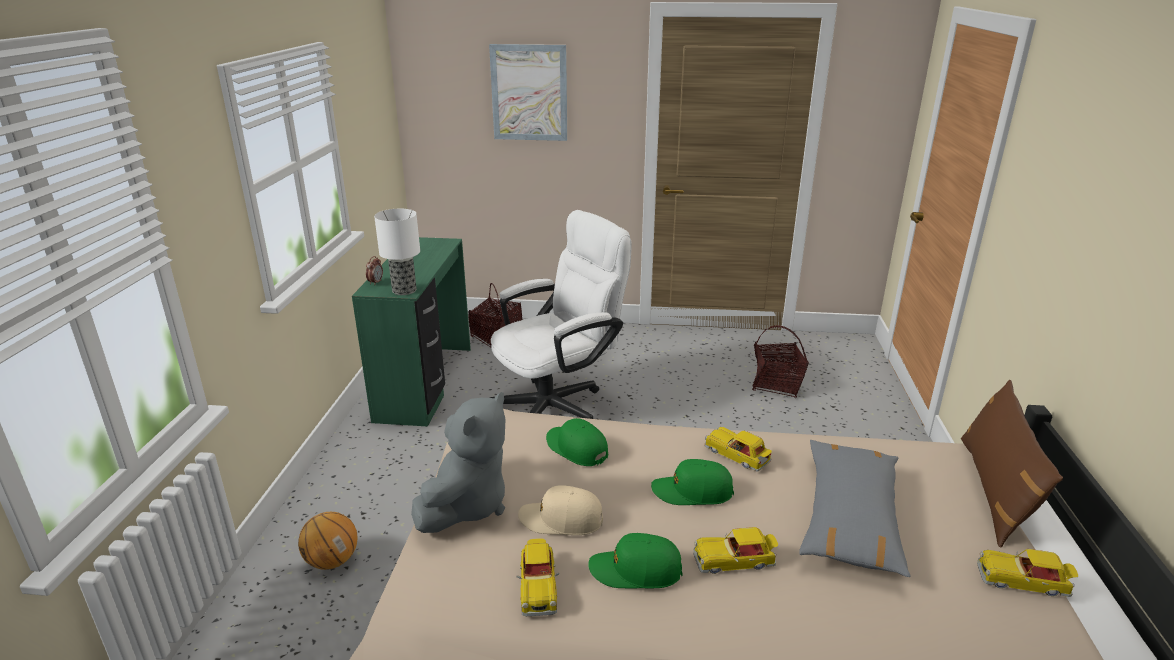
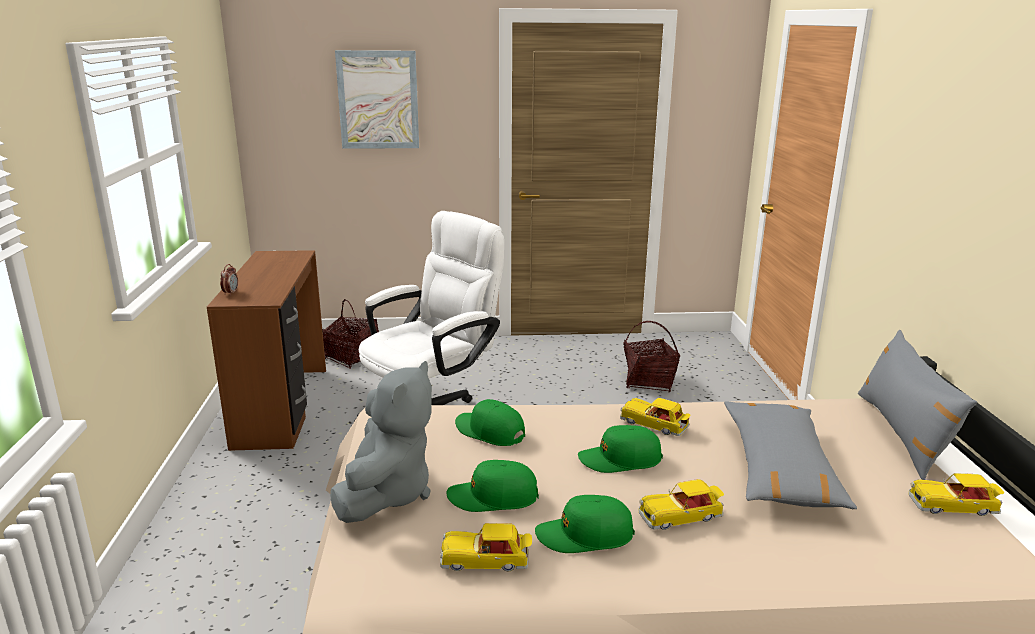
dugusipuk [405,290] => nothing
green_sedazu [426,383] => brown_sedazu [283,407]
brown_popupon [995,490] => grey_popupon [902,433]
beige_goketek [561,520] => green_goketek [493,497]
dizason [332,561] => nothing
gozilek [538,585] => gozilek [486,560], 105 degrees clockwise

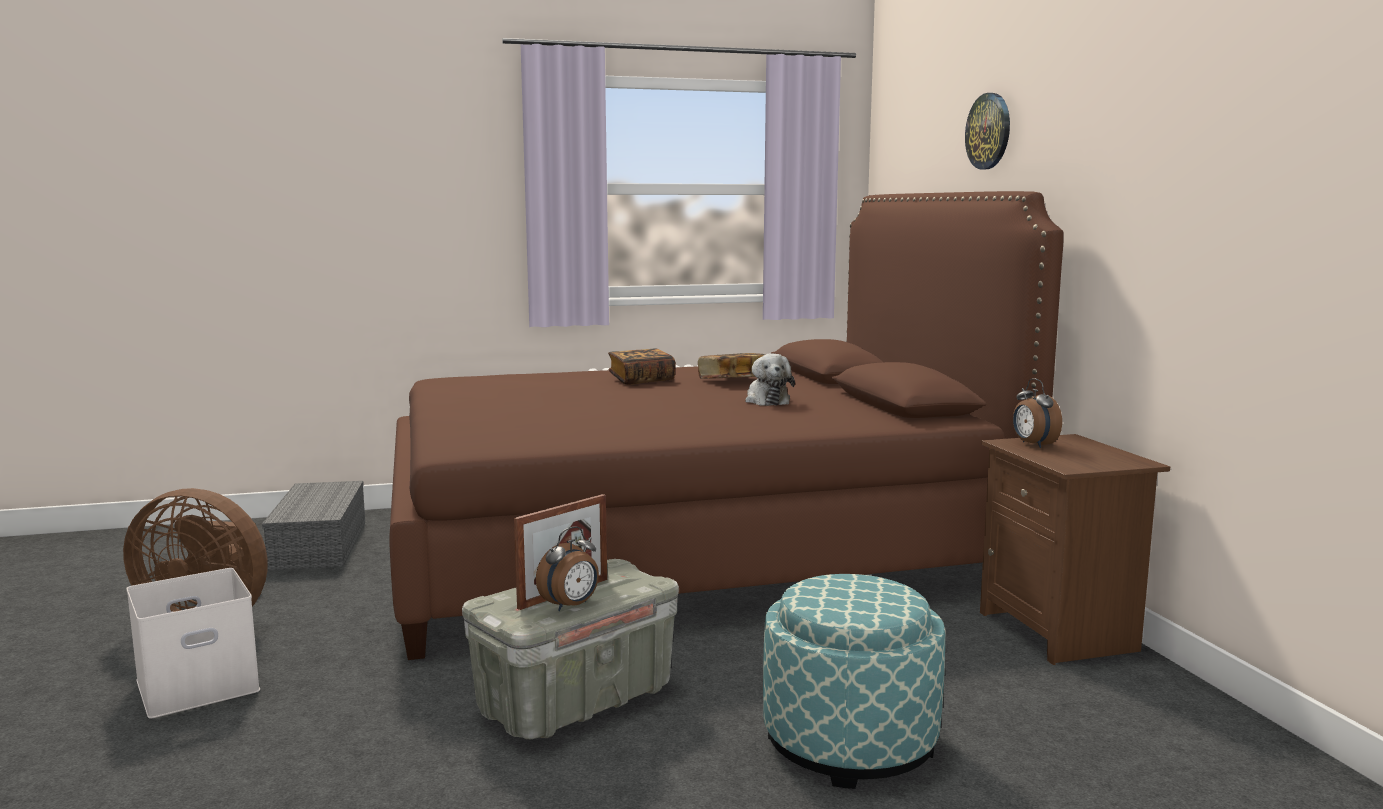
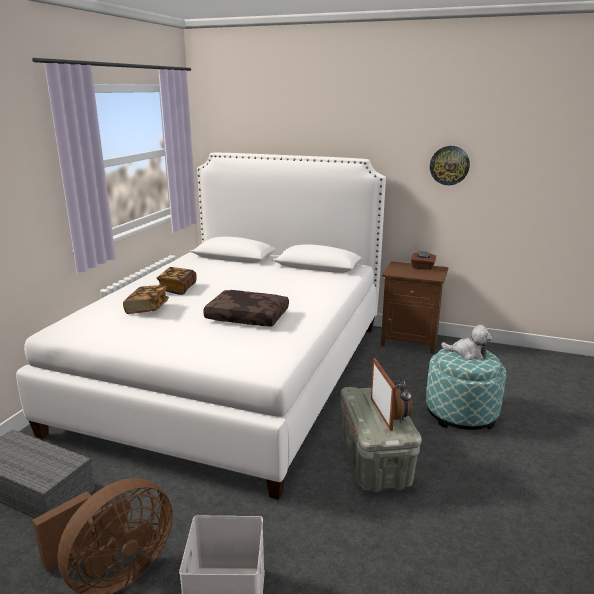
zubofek [989,131] => zubofek [449,165], moved
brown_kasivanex [687,548] => white_kasivanex [234,373]
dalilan [732,381] => dalilan [147,309], moved
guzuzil [766,400] => guzuzil [468,353], moved
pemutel [1033,445] => nothing
nothing => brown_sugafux [422,267]
nothing => brown_popupon [248,316]

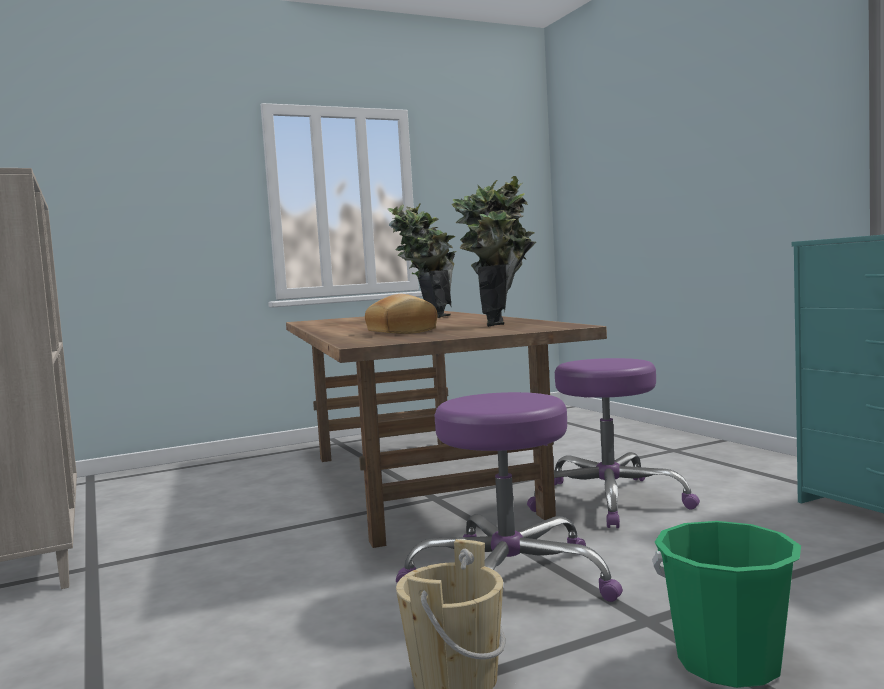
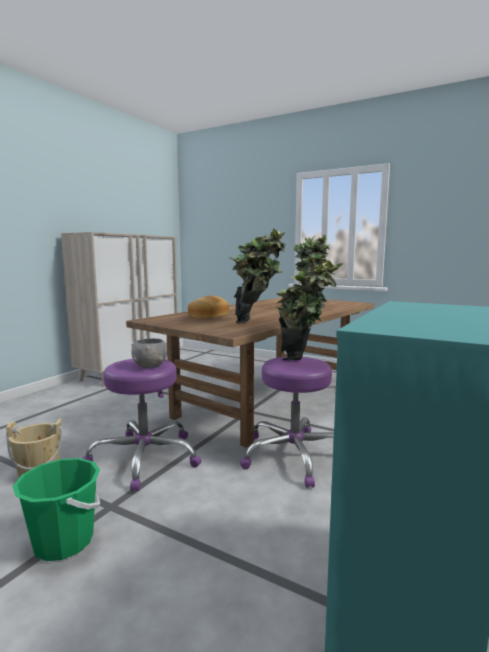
nothing => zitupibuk [305,364]
nothing => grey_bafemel [149,366]

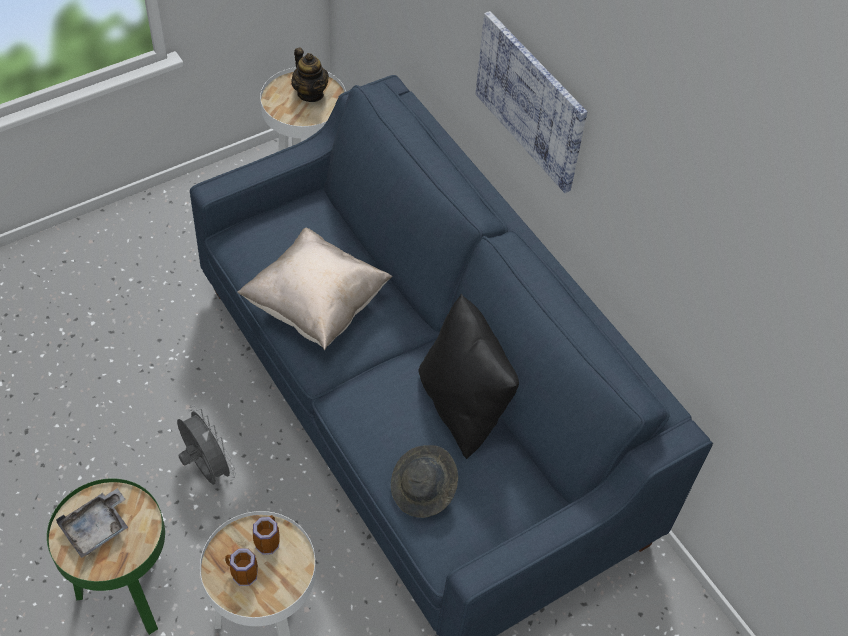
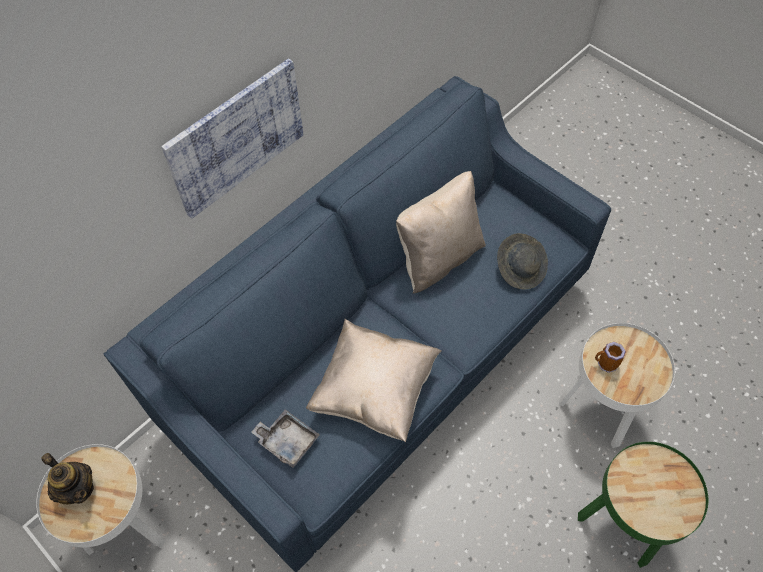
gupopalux [310,93] => gupopalux [78,488], 90 degrees clockwise
black_popupon [463,405] => beige_popupon [438,257]
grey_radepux [206,468] => nothing
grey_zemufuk [97,528] => grey_zemufuk [287,441], moved
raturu [242,575] => nothing

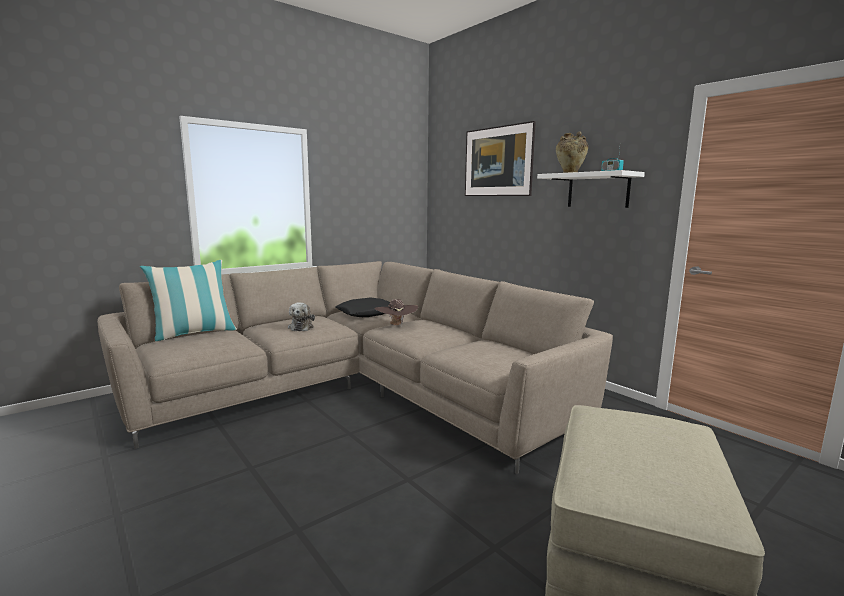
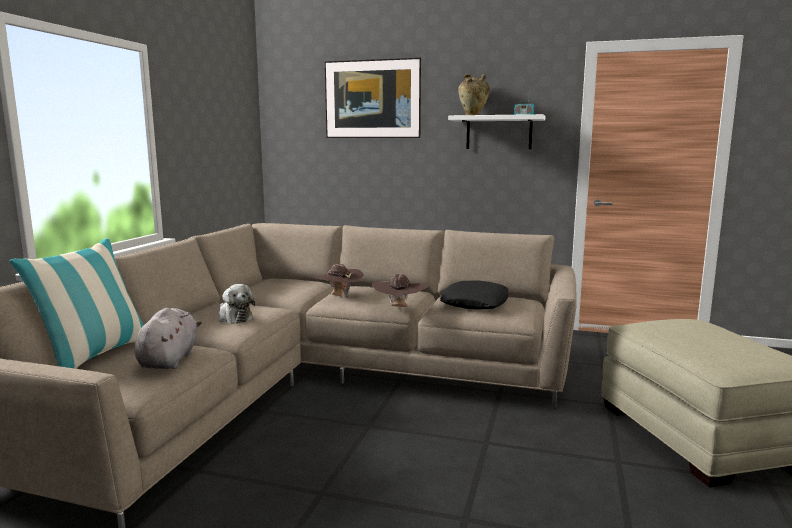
black_popupon [367,313] => black_popupon [475,302], moved
nothing => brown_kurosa [400,308]
nothing => grey_guzuzil [169,360]

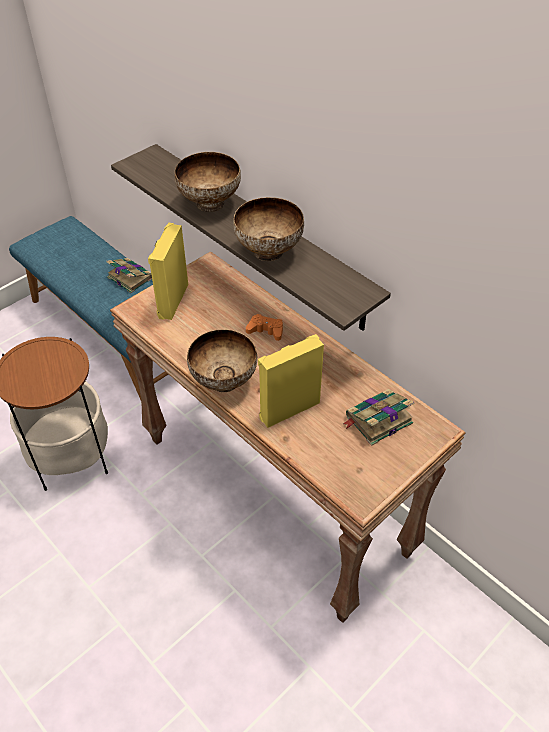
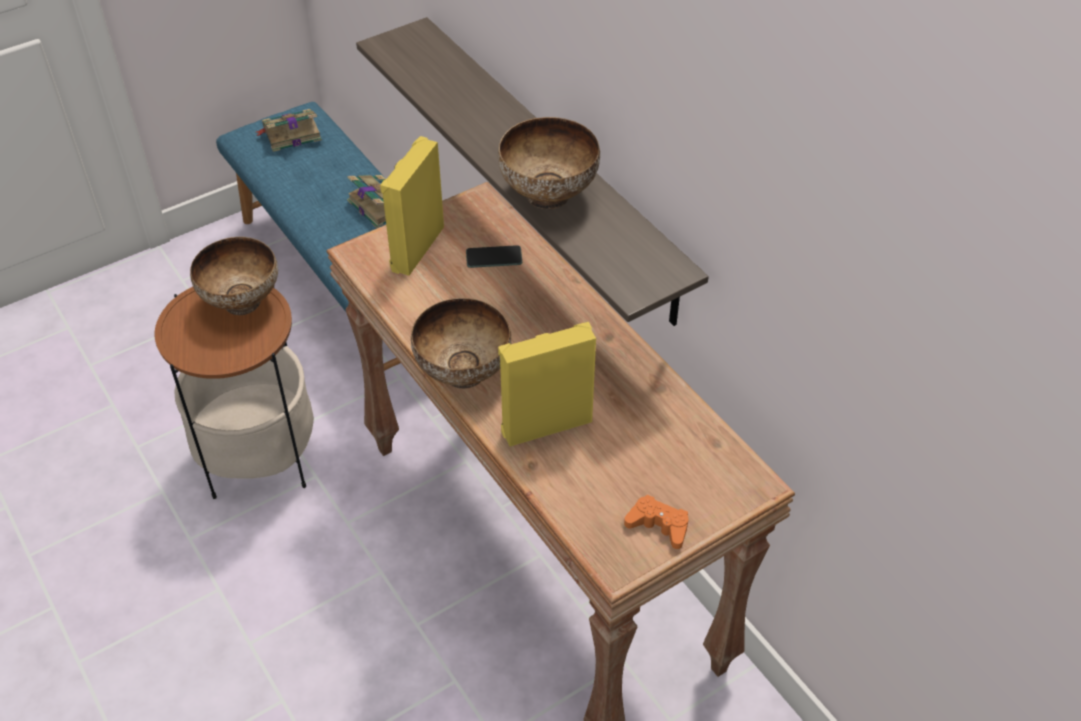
bafemel [210,203] => bafemel [242,301], moved
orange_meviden [266,330] => orange_meviden [658,525], moved
dalilan [377,420] => dalilan [290,134], moved
nothing => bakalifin [494,257]

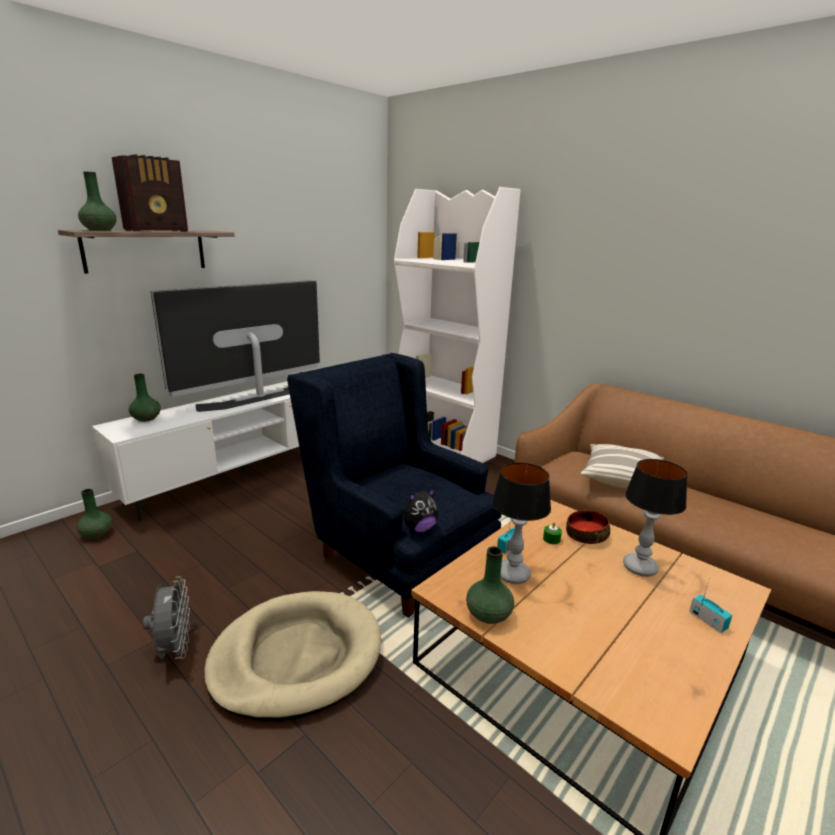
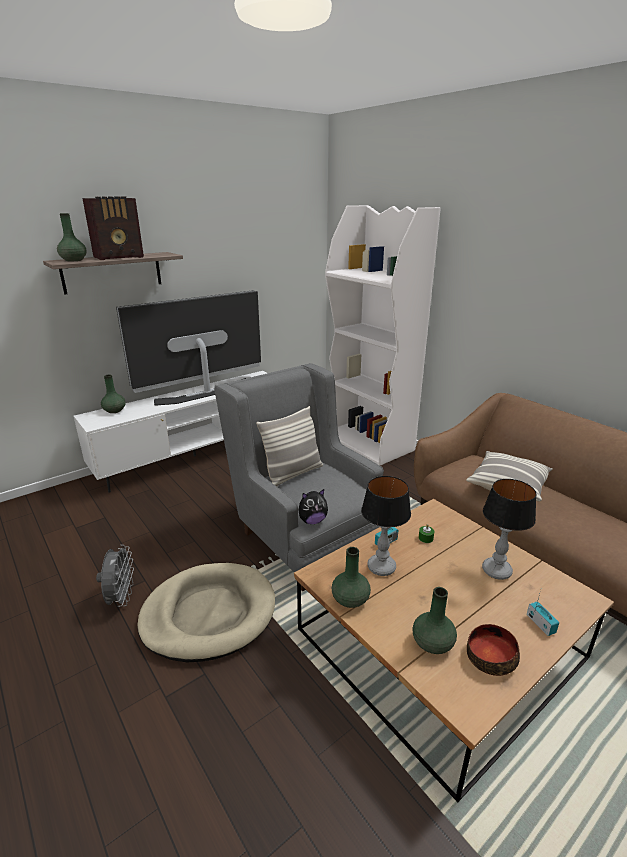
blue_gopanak [396,551] => grey_gopanak [305,533]
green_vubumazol [97,534] => green_vubumazol [433,643], moved
bafemel [586,535] => bafemel [490,657], moved
nothing => popupon [292,474]

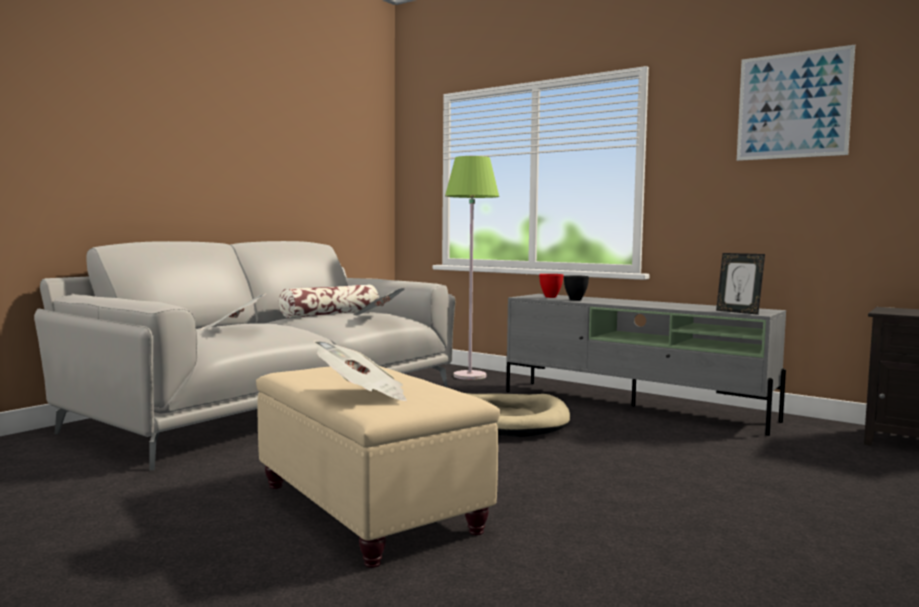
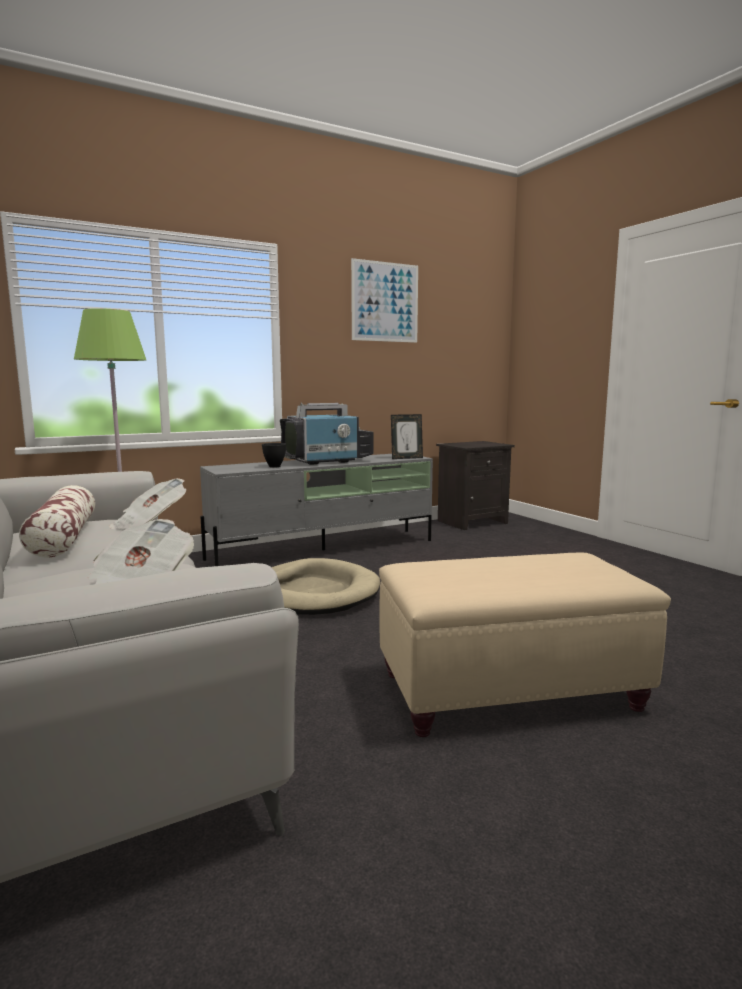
red_bafemel [551,297] => nothing
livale [363,396] => nothing
nothing => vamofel [328,461]

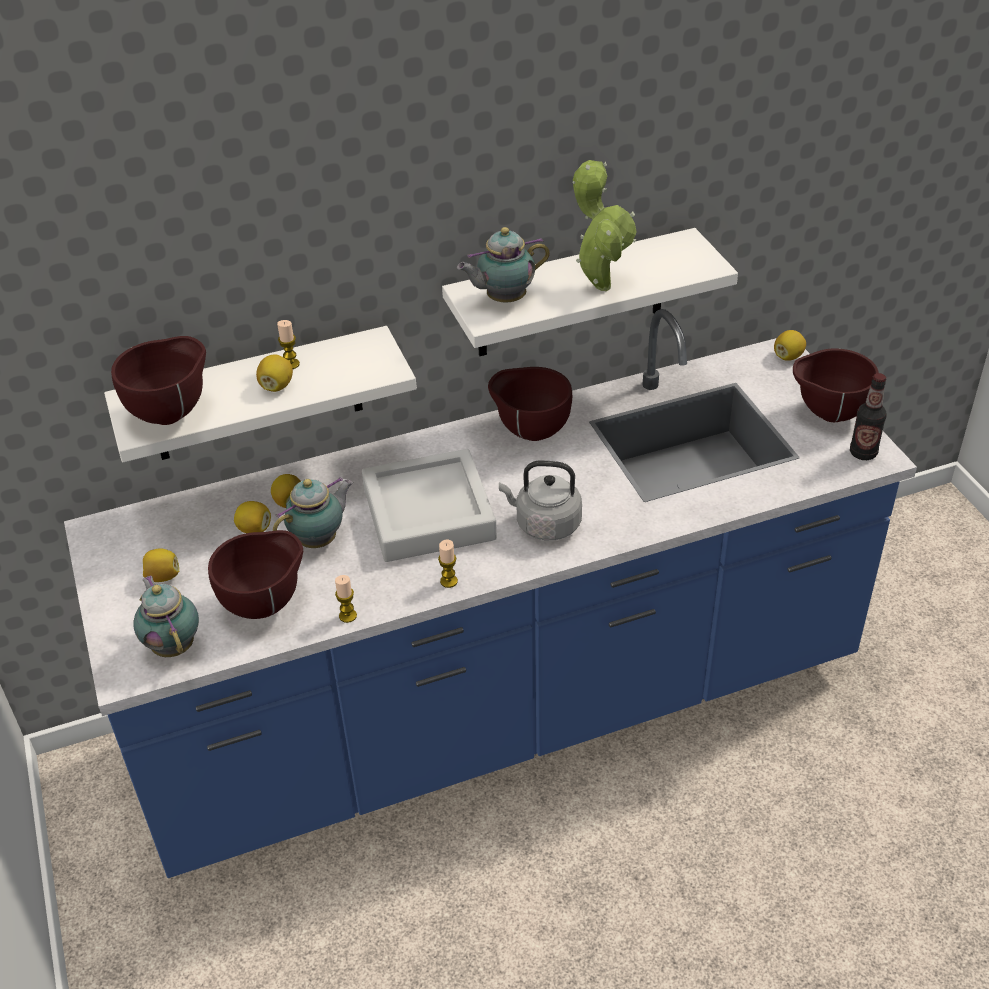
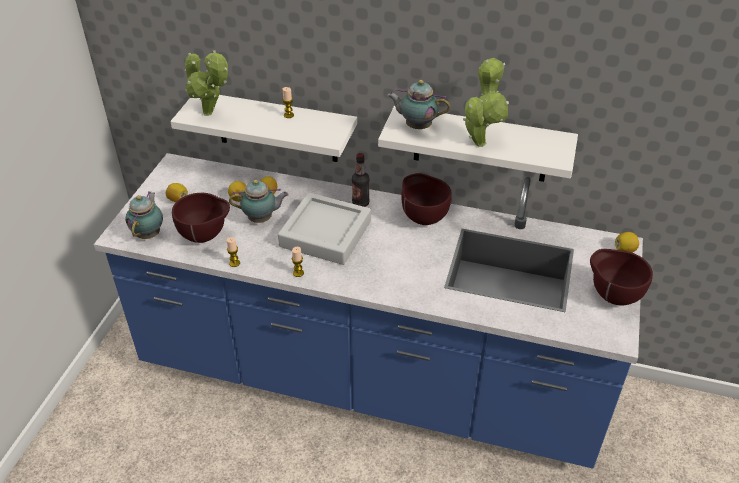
brown_bafemel [172,413] => zitupibuk [210,114]
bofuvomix [276,386] => nothing
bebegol [863,453] => bebegol [360,203], moved
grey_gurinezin [544,524] => nothing

